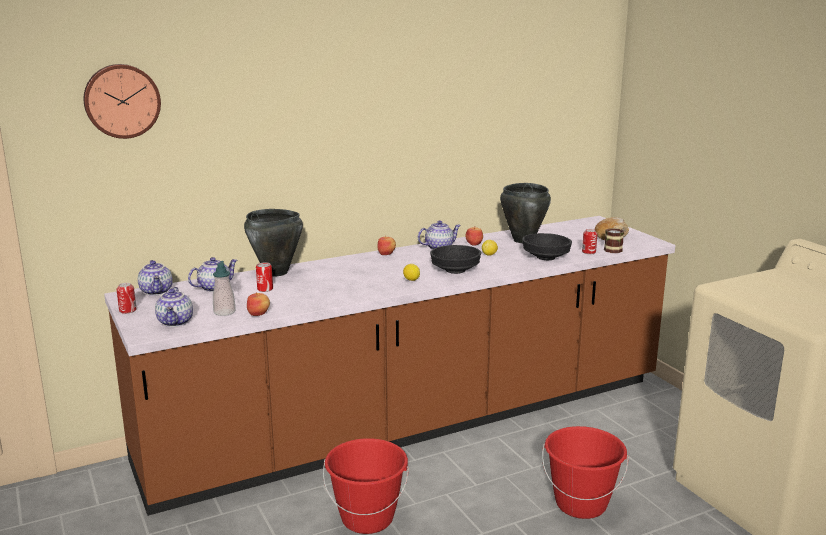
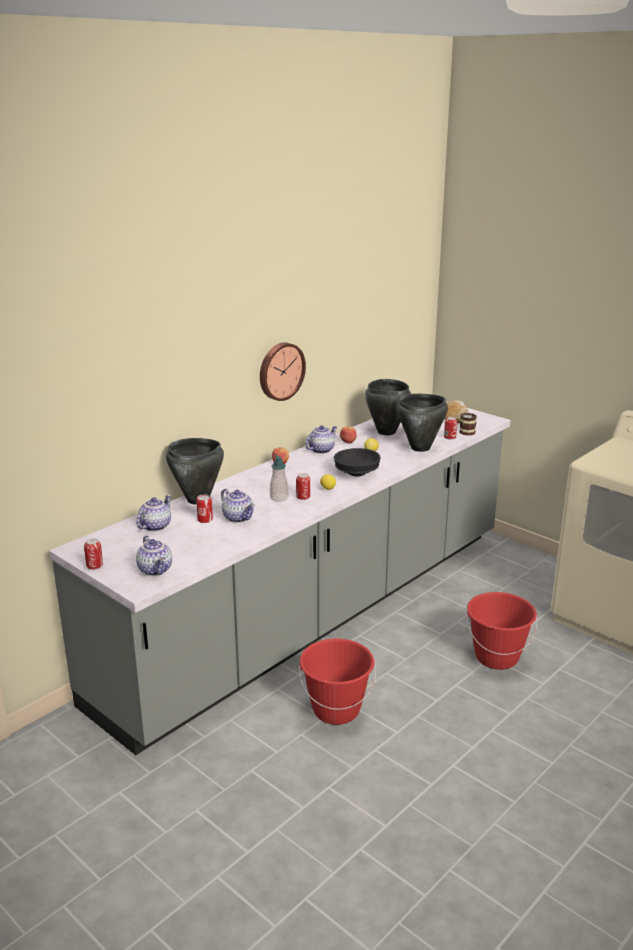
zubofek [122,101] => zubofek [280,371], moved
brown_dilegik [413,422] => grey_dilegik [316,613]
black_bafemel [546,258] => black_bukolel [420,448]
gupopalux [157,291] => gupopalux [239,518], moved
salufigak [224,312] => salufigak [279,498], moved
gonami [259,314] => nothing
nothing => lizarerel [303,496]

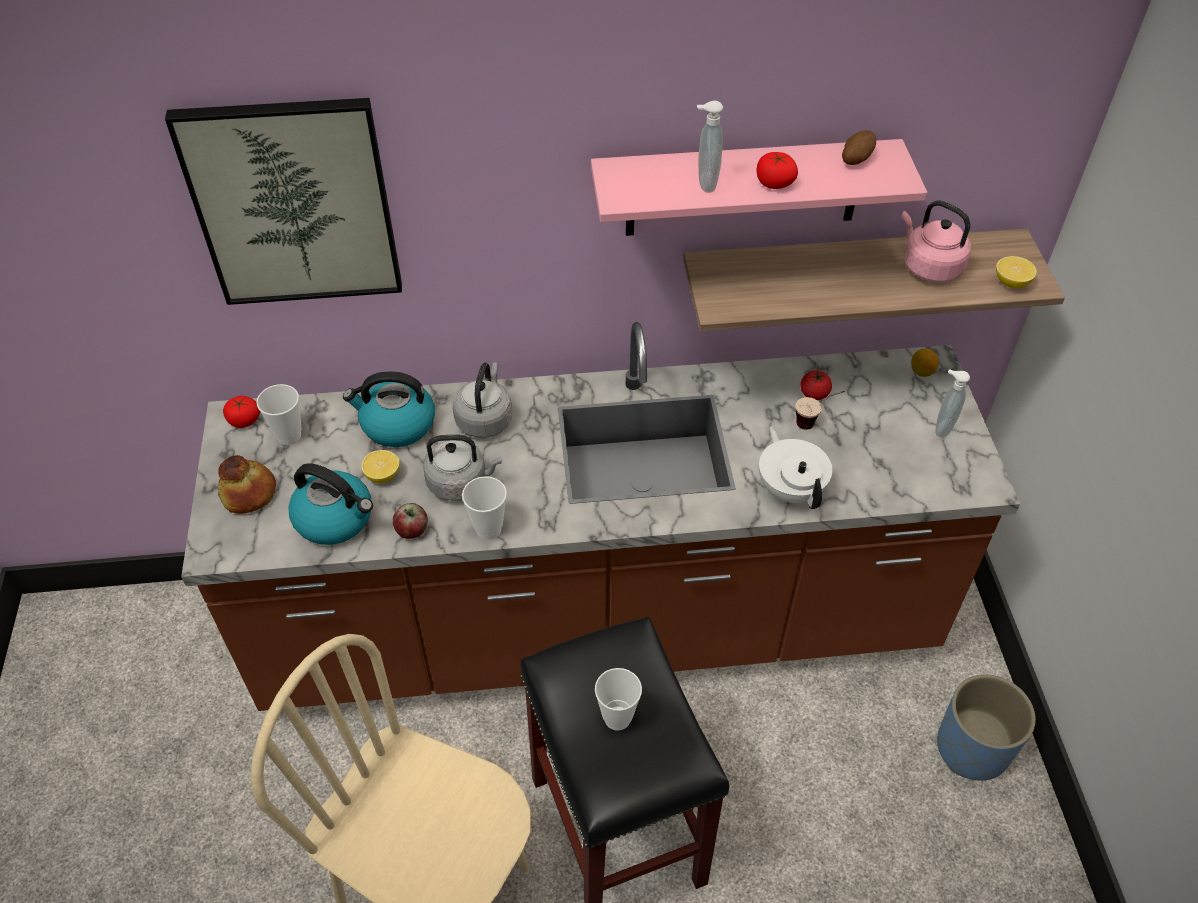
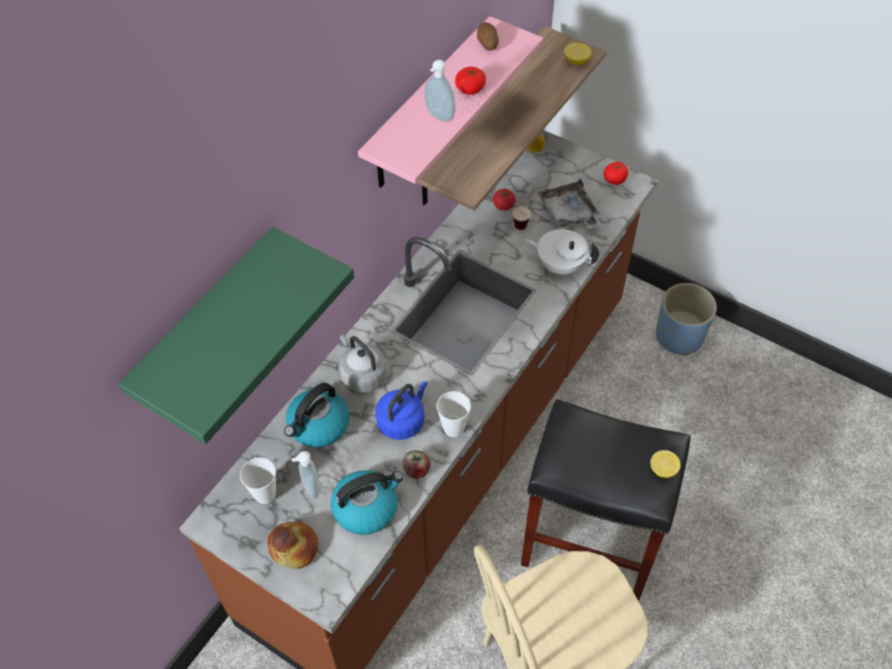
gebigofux [294,203] => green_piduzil [207,326]
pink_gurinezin [929,266] => nothing
salufigak [942,427] => salufigak [310,488], moved
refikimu [244,420] => refikimu [615,179], moved
grey_gurinezin [460,483] => blue_gurinezin [402,420]
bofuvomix [382,475] => bofuvomix [663,469], moved
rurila [617,718] => nothing
nothing => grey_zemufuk [569,213]

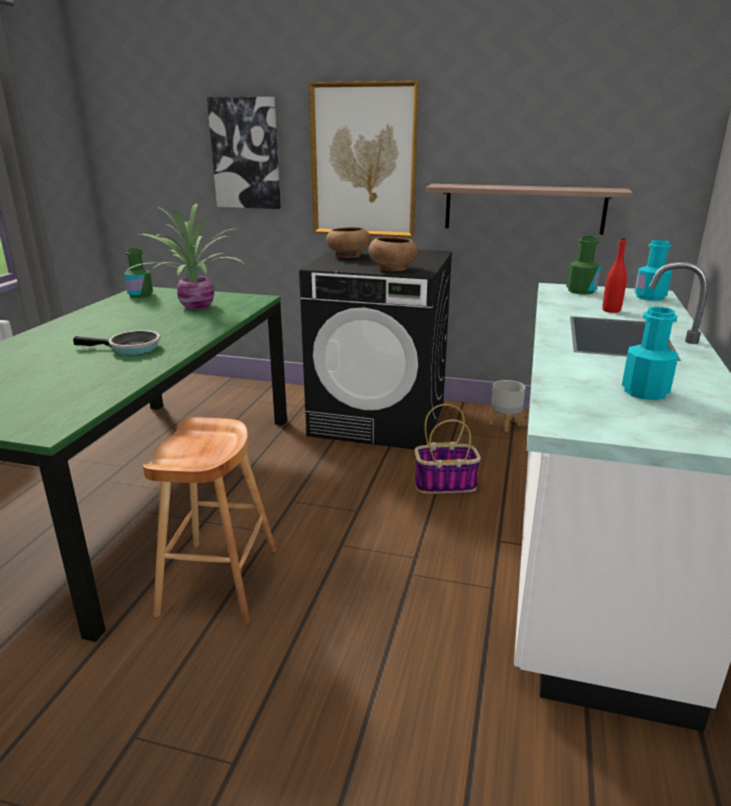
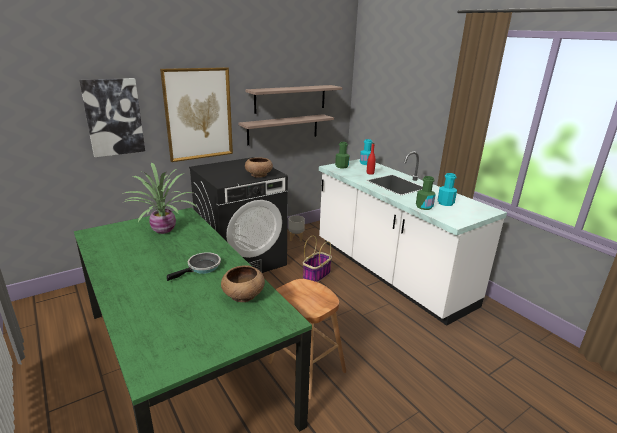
brown_bafemel [348,256] => brown_bafemel [243,295], moved
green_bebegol [140,295] => green_bebegol [424,207], moved
nothing => piduzil [290,98]

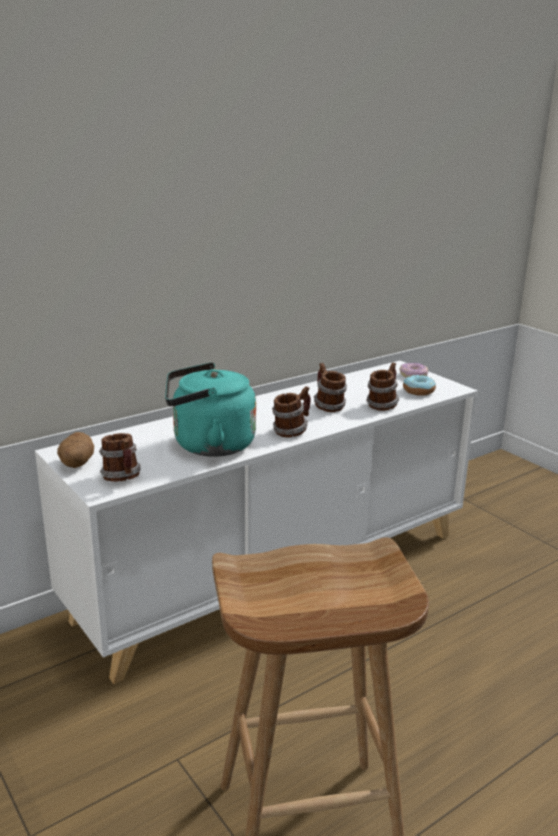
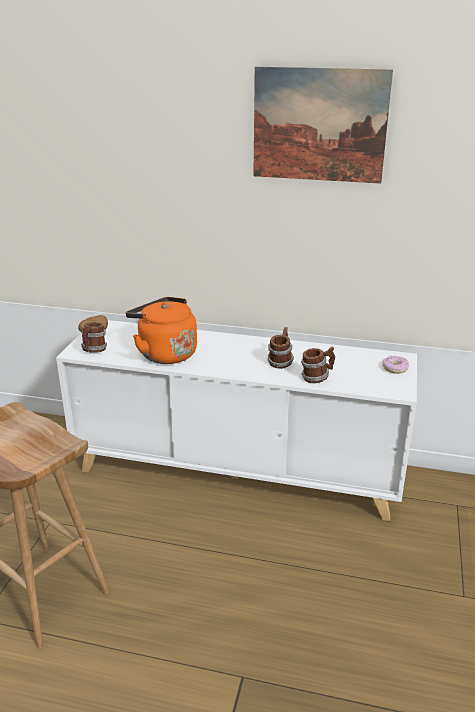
turquoise_gurinezin [208,445] => orange_gurinezin [165,353]
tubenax [418,391] => nothing
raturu [291,431] => nothing
nothing => gebigofux [319,125]

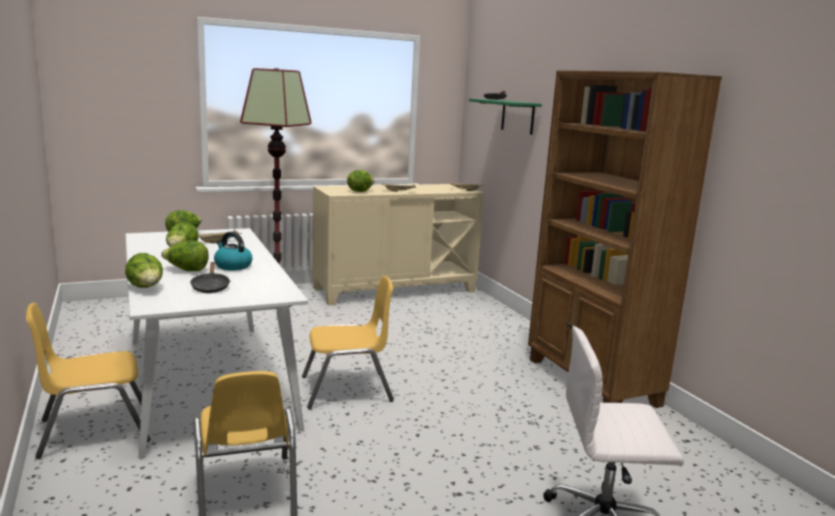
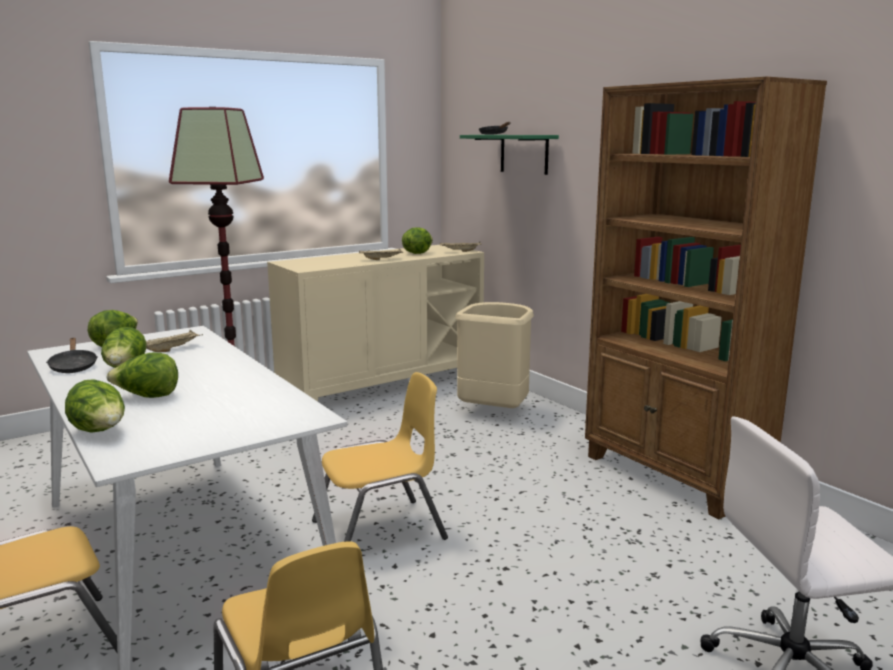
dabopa [359,191] => dabopa [417,253], moved
gurinezin [232,266] => nothing
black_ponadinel [210,287] => black_ponadinel [73,366], moved
nothing => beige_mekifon [494,412]

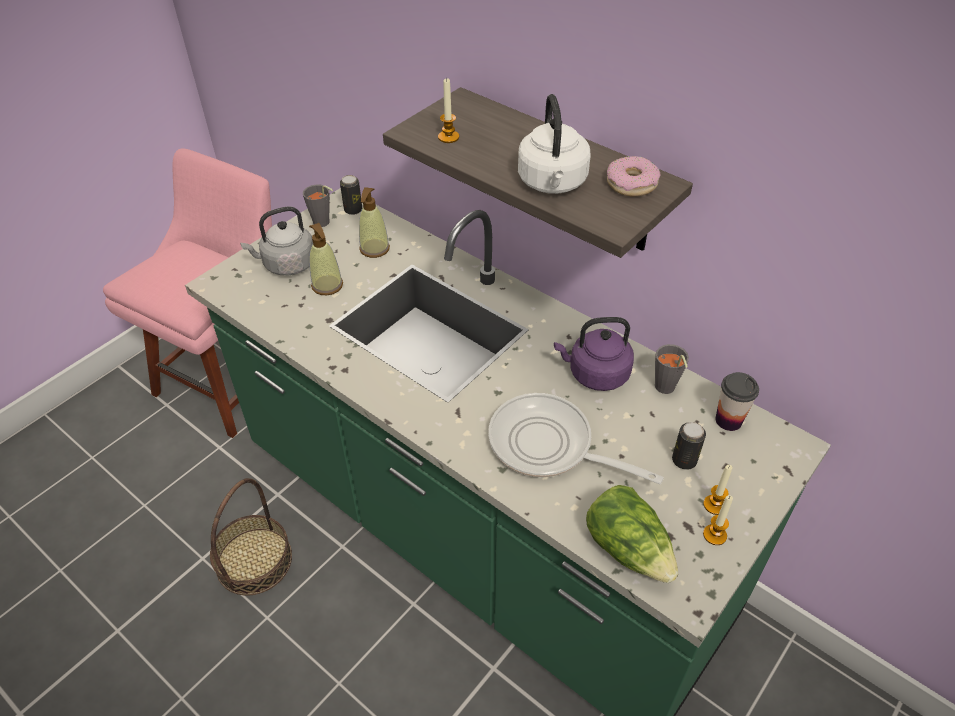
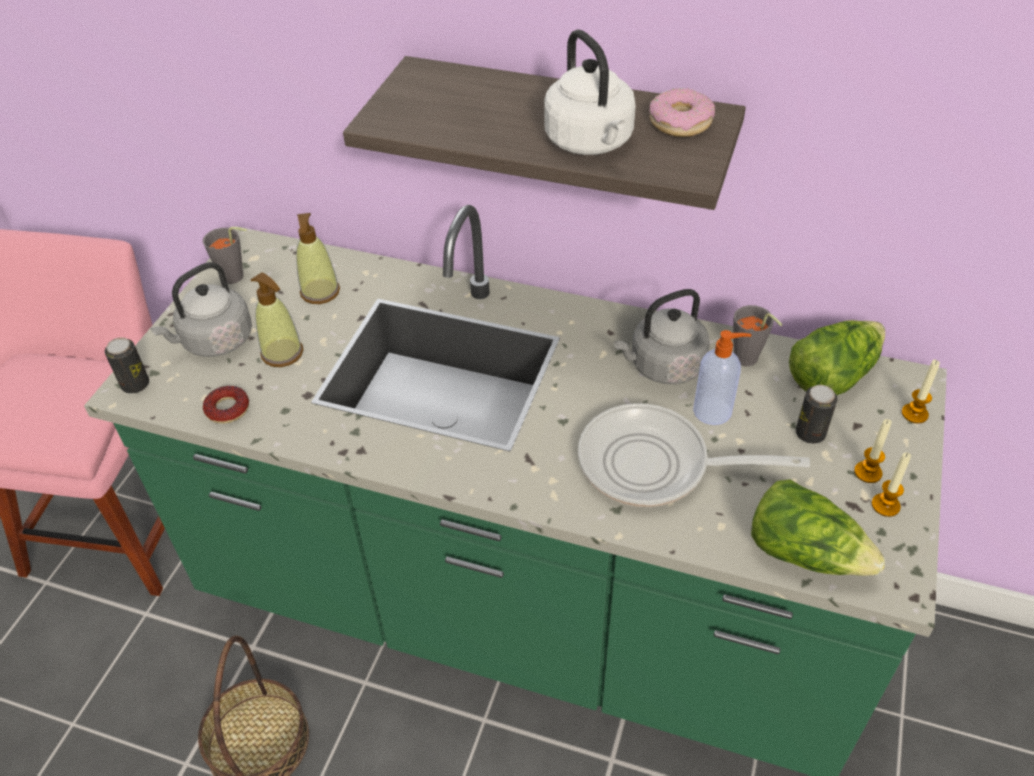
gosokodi [448,137] => gosokodi [914,414], moved
lizarerel [353,210] => lizarerel [135,385], moved
purple_gurinezin [595,374] => grey_gurinezin [663,366]
rurila [728,420] => dabopa [832,375]
nothing => salufigak [714,411]
nothing => tubenax [227,409]

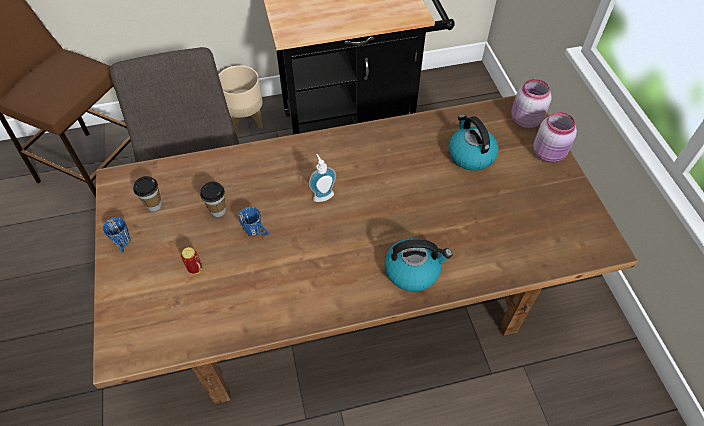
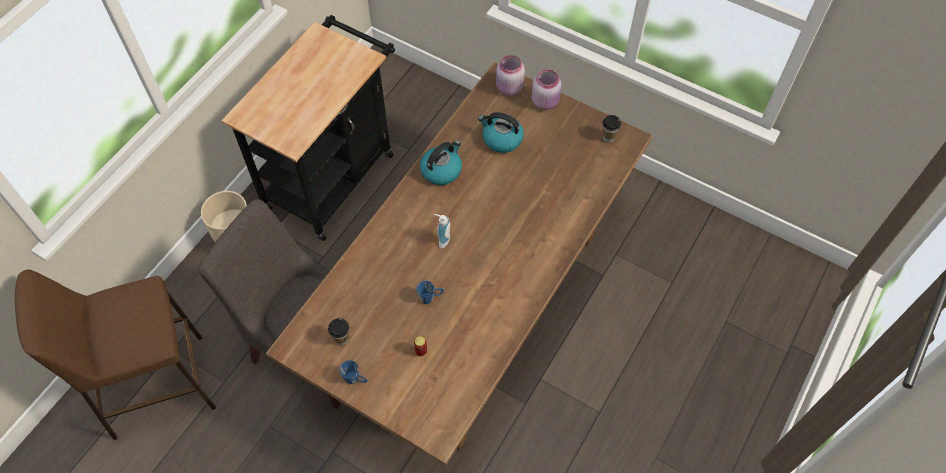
rurila [218,211] => rurila [608,138], moved
gurinezin [413,270] => gurinezin [441,170], moved

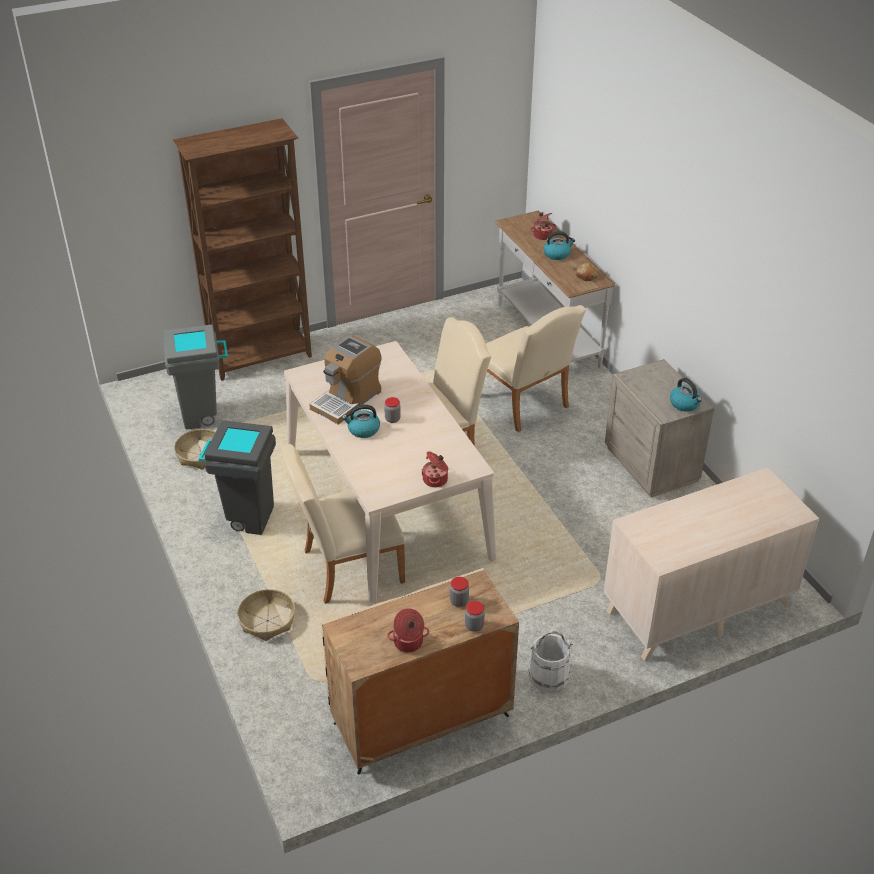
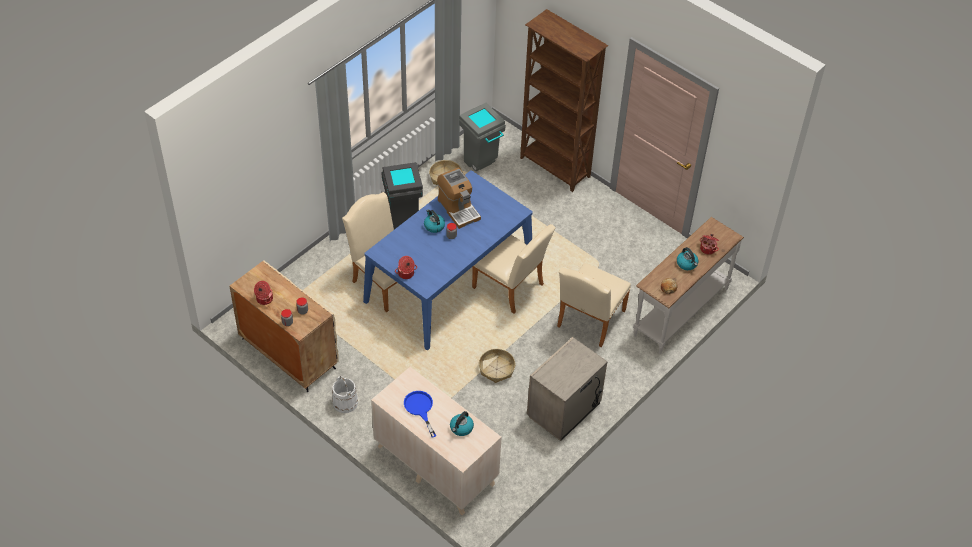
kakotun [347,400] => kakotun [458,209], 135 degrees counterclockwise
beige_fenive [386,504] => blue_fenive [449,281]
gurinezin [685,404] => gurinezin [461,428], moved
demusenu [267,621] => demusenu [496,369], moved
nothing => blue_ponadinel [420,409]

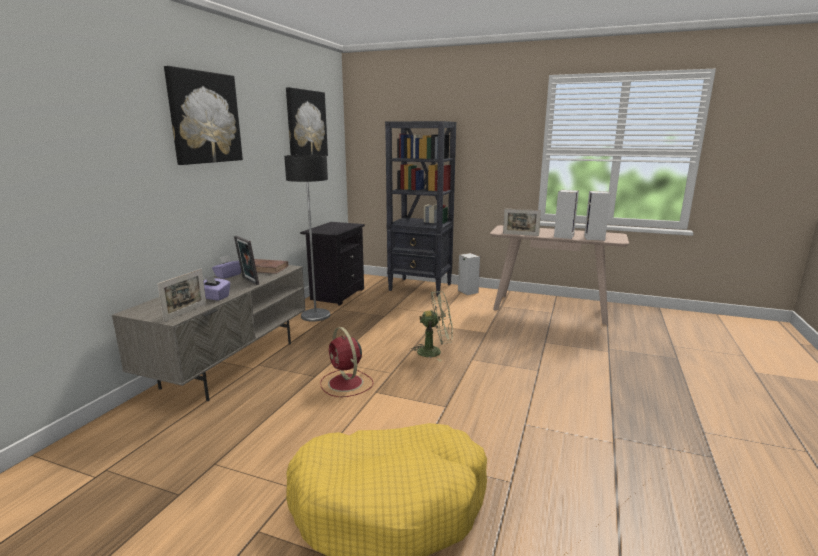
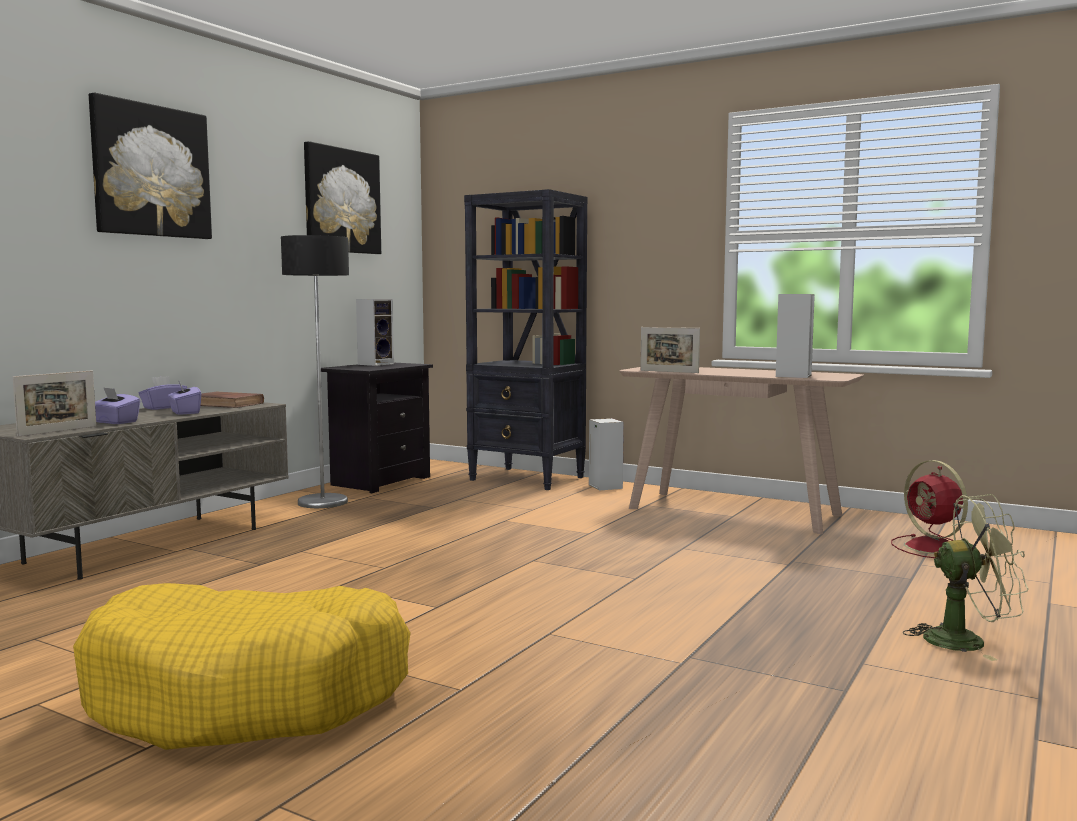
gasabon [563,236] => gasabon [376,364], moved
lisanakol [248,281] => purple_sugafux [184,412]
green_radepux [434,351] => green_radepux [966,641], moved
red_radepux [346,383] => red_radepux [934,548], moved

